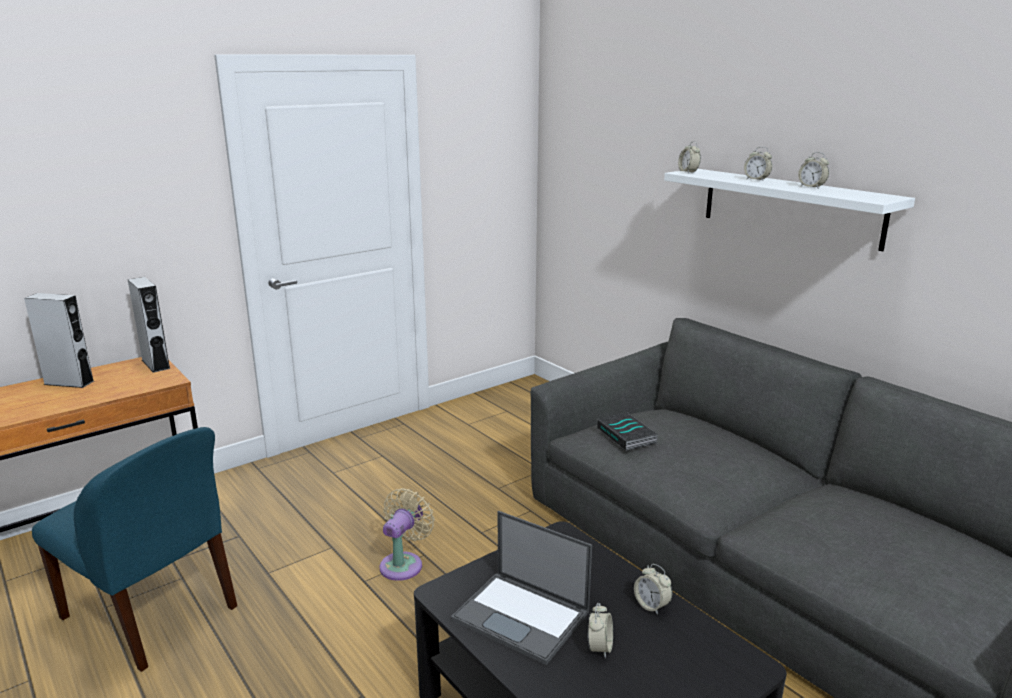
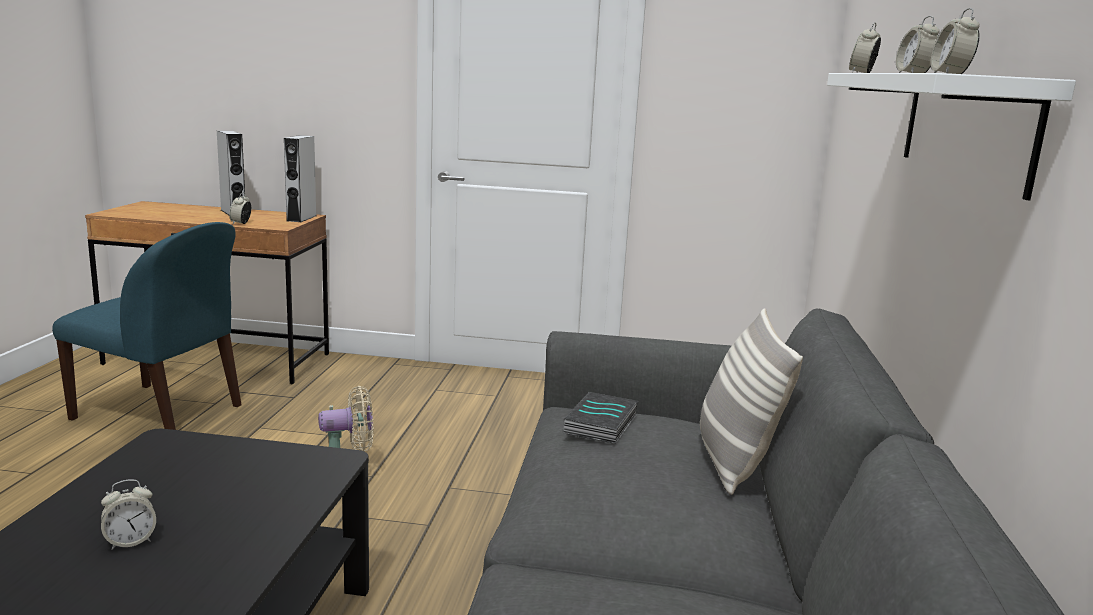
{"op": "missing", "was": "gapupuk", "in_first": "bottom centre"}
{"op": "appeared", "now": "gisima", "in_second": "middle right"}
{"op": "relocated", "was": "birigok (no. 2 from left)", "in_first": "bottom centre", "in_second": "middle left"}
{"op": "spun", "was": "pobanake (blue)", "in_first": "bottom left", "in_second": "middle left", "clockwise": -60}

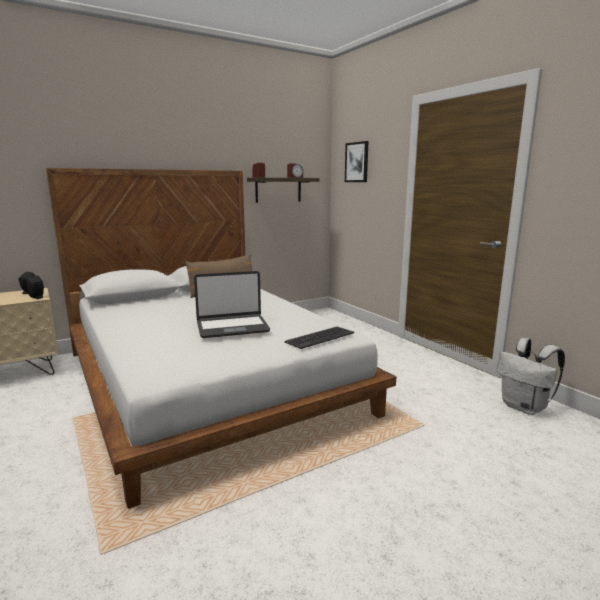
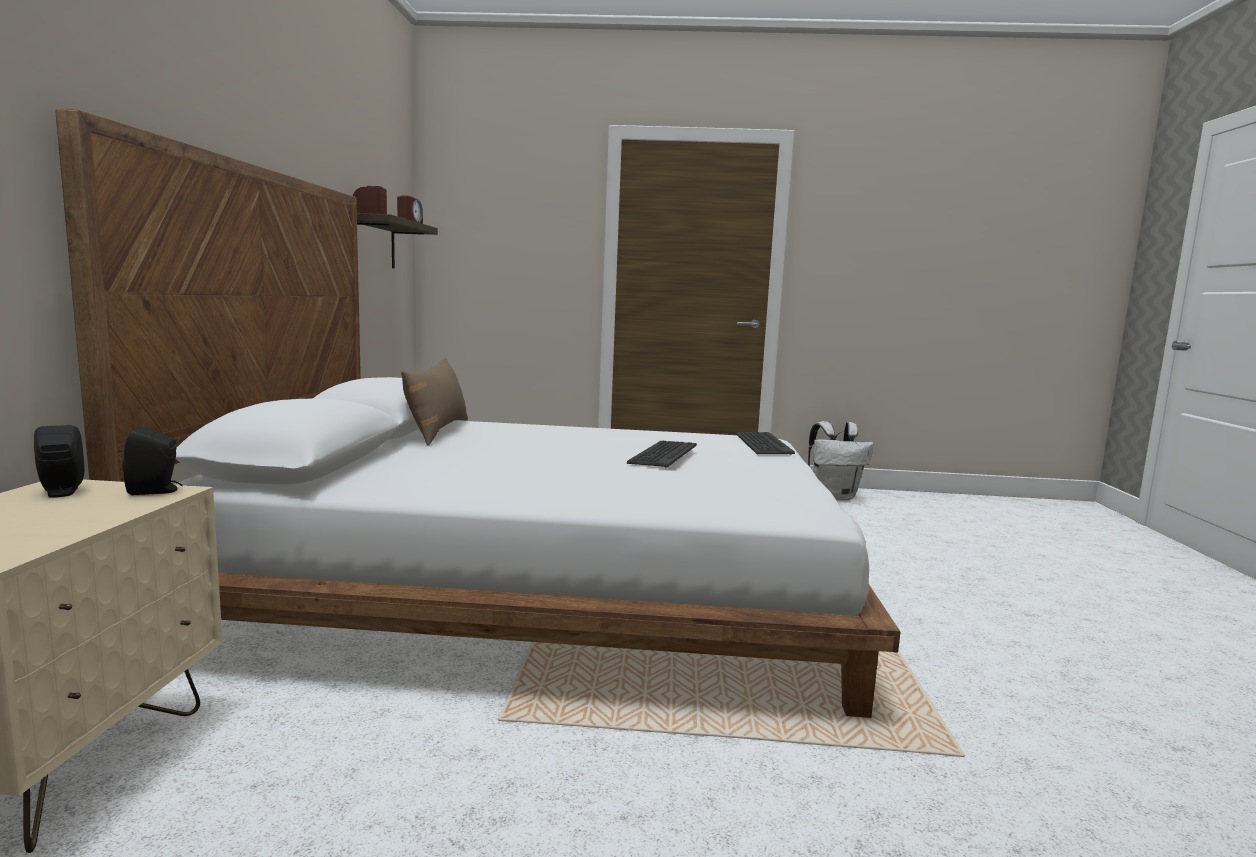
{"op": "missing", "was": "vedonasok", "in_first": "top centre"}
{"op": "exchanged", "was": "gapupuk", "now": "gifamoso (no. 1 from left)", "in_first": "centre", "in_second": "centre"}

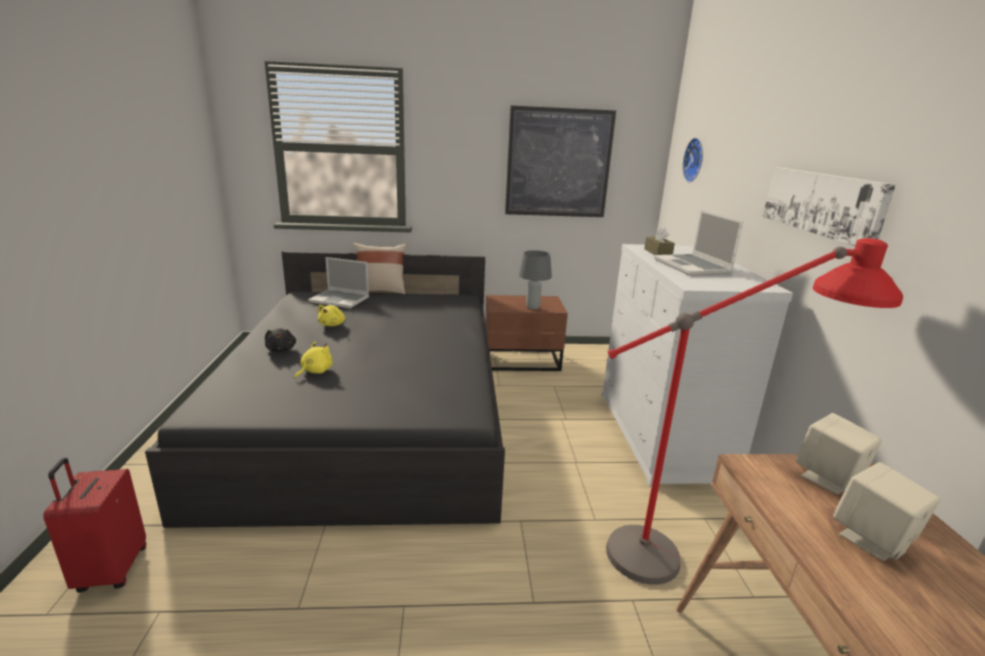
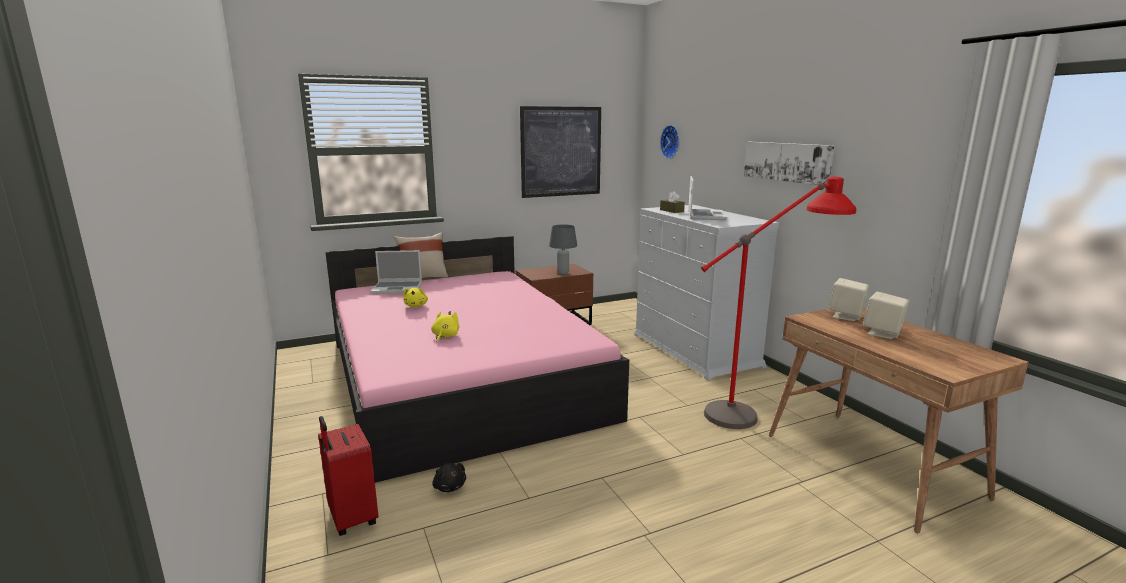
{"op": "relocated", "was": "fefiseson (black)", "in_first": "middle left", "in_second": "bottom centre"}
{"op": "colour", "was": "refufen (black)", "now": "refufen (pink)", "in_first": "middle left", "in_second": "centre"}
{"op": "spun", "was": "gapupuk (no. 2 from left)", "in_first": "middle right", "in_second": "centre", "clockwise": -135}

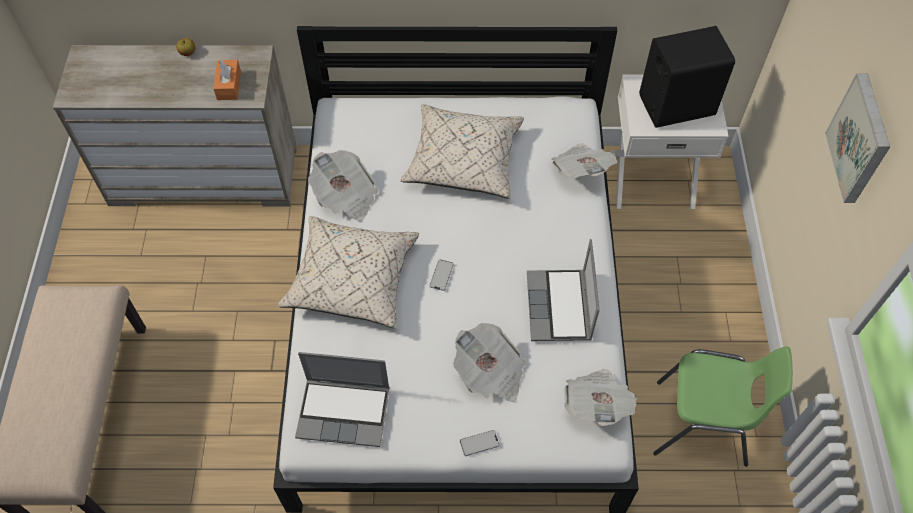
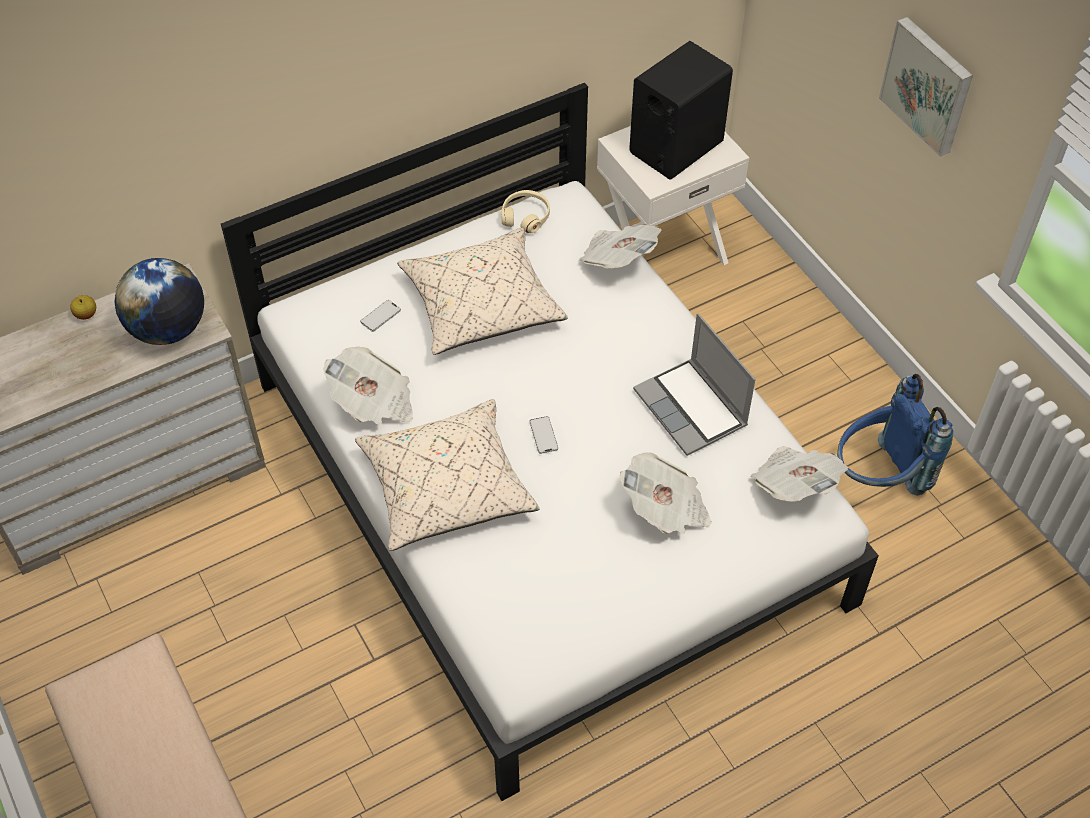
{"op": "missing", "was": "gapupuk (no. 1 from left)", "in_first": "bottom centre"}
{"op": "appeared", "now": "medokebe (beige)", "in_second": "top centre"}
{"op": "relocated", "was": "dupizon (no. 2 from left in the first image)", "now": "dupizon (no. 1 from left)", "in_first": "bottom centre", "in_second": "centre"}
{"op": "exchanged", "was": "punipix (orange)", "now": "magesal", "in_first": "top left", "in_second": "middle left"}
{"op": "exchanged", "was": "pobanake (green)", "now": "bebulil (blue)", "in_first": "bottom right", "in_second": "middle right"}

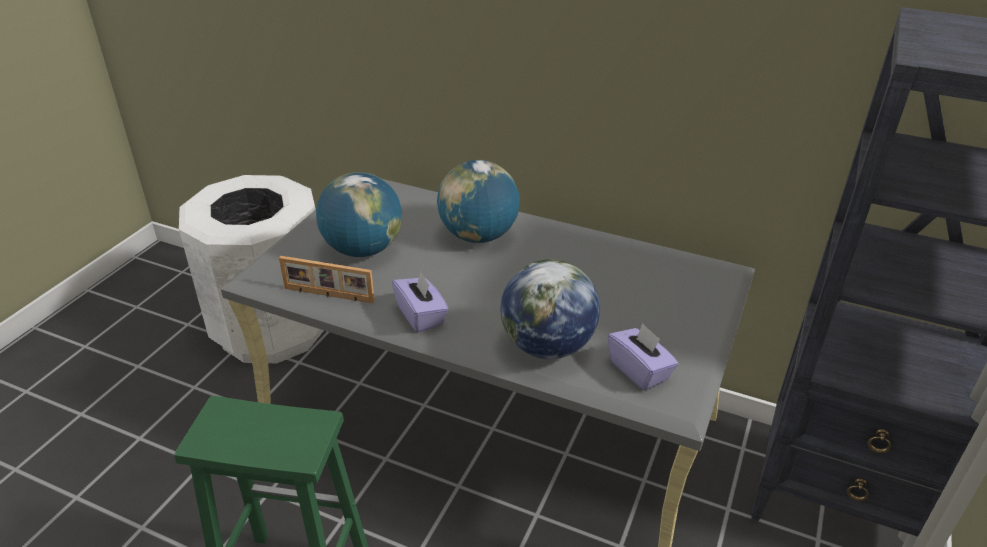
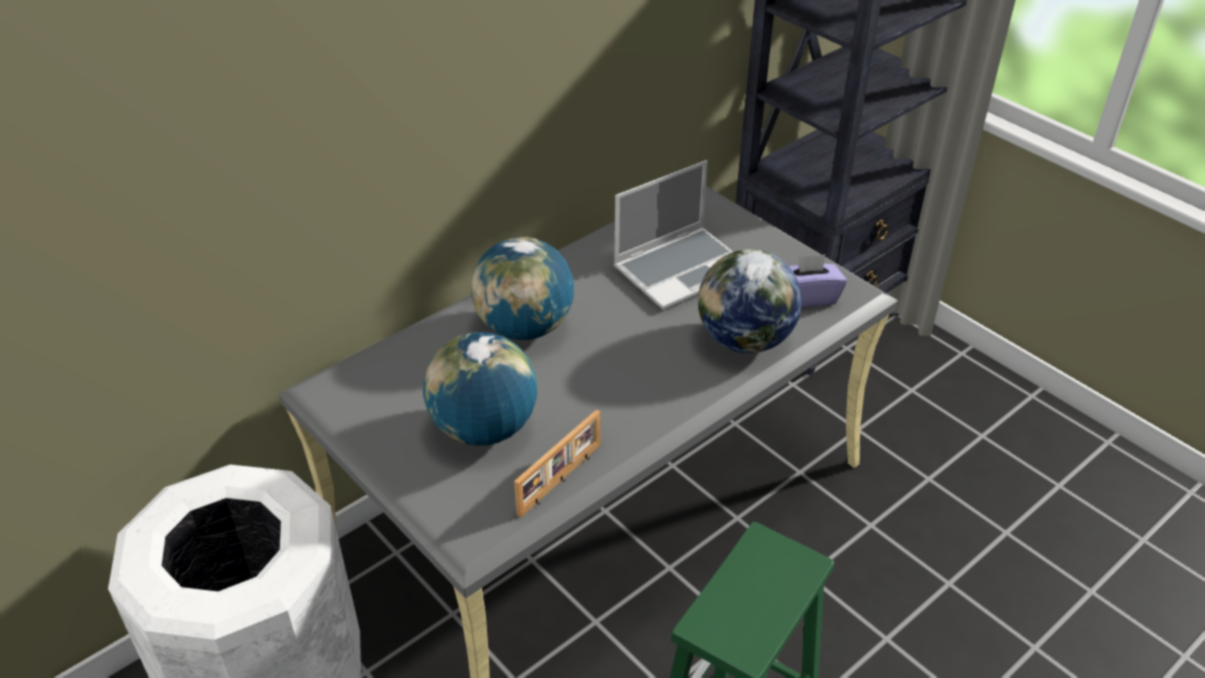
{"op": "missing", "was": "punipix (purple) (no. 1 from left)", "in_first": "centre"}
{"op": "appeared", "now": "gapupuk", "in_second": "centre"}

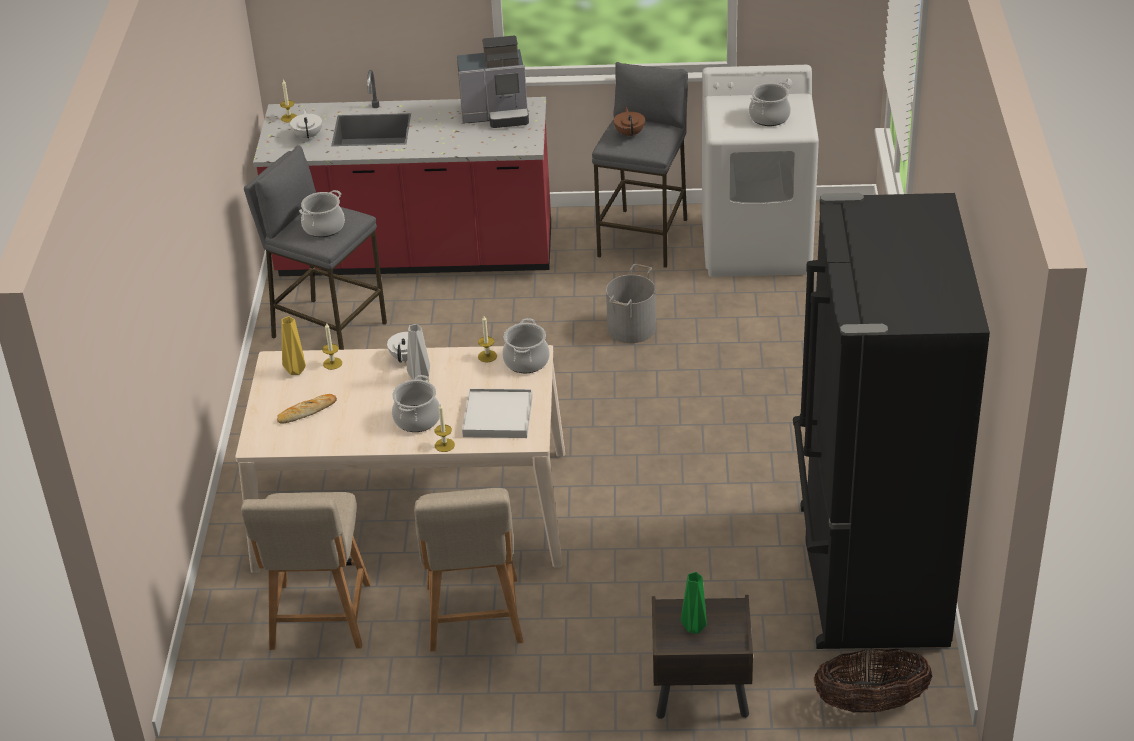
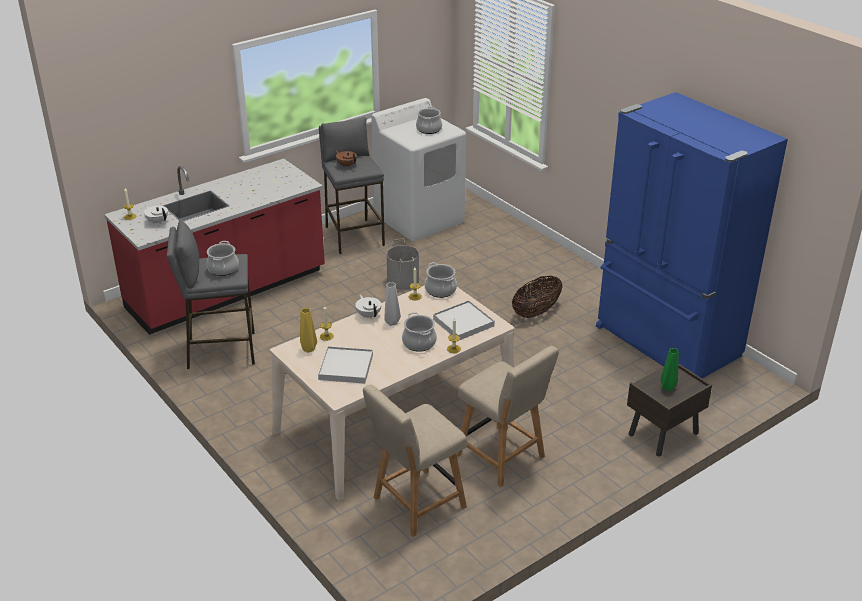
{"op": "missing", "was": "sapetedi", "in_first": "top centre"}
{"op": "relocated", "was": "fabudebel", "in_first": "bottom right", "in_second": "centre"}
{"op": "exchanged", "was": "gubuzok", "now": "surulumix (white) (no. 1 from left)", "in_first": "middle left", "in_second": "centre"}
{"op": "colour", "was": "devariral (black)", "now": "devariral (blue)", "in_first": "middle right", "in_second": "middle right"}
{"op": "spun", "was": "pobanake (beige) (no. 1 from left)", "in_first": "bottom left", "in_second": "bottom centre", "clockwise": 90}

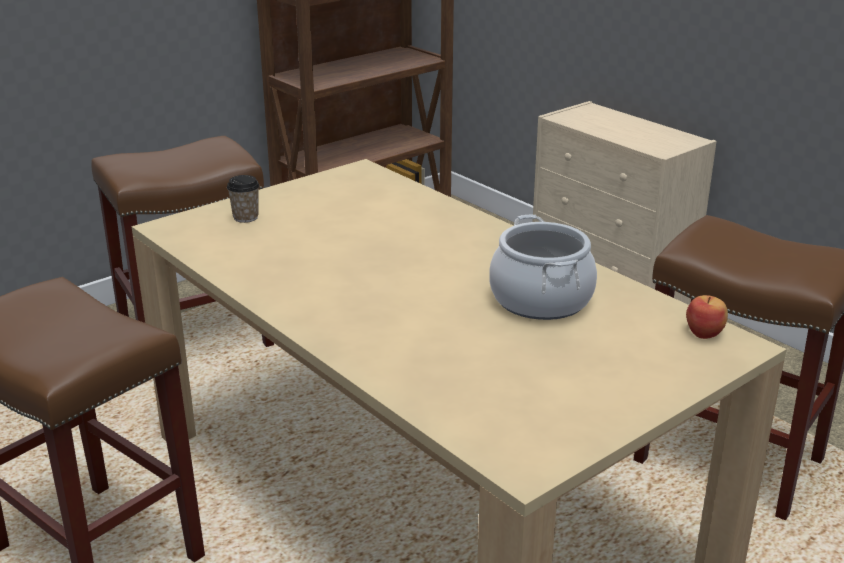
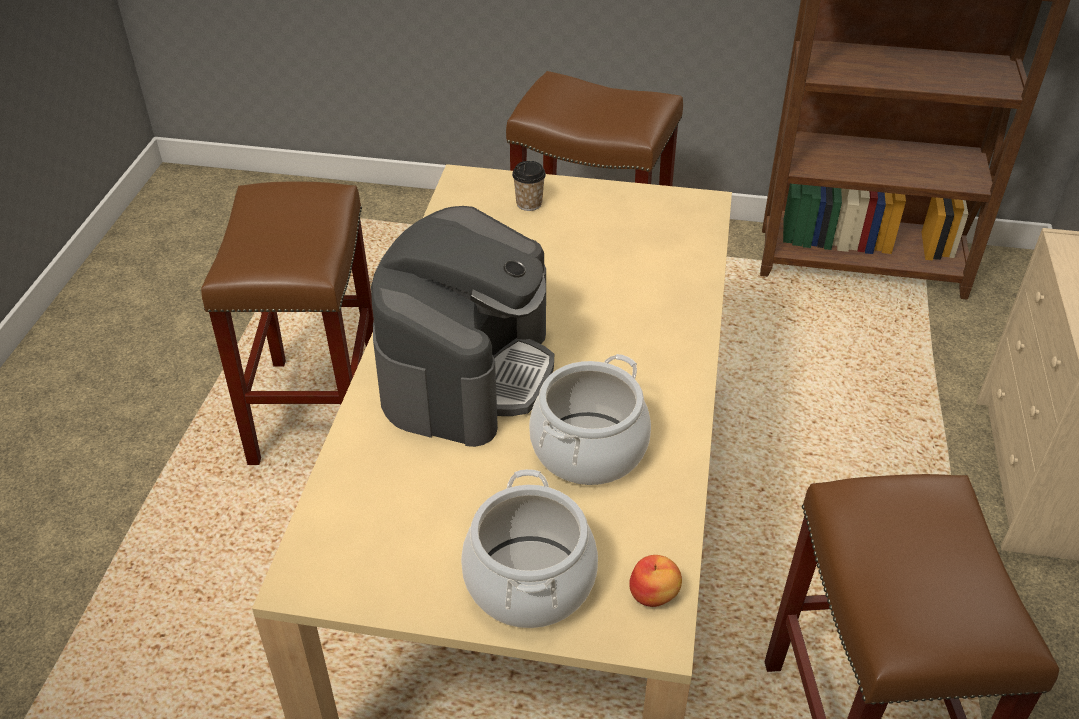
{"op": "appeared", "now": "sapetedi", "in_second": "centre"}
{"op": "appeared", "now": "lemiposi (no. 1 from left)", "in_second": "bottom centre"}

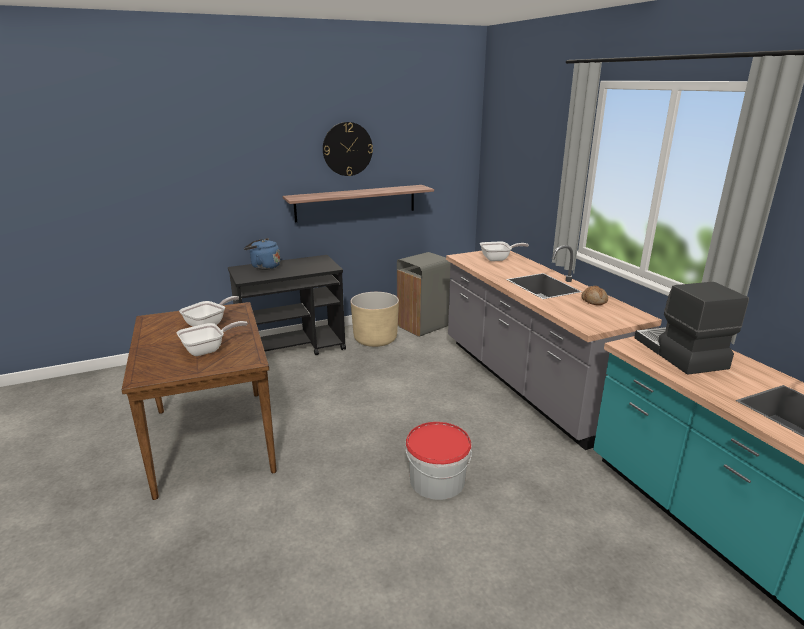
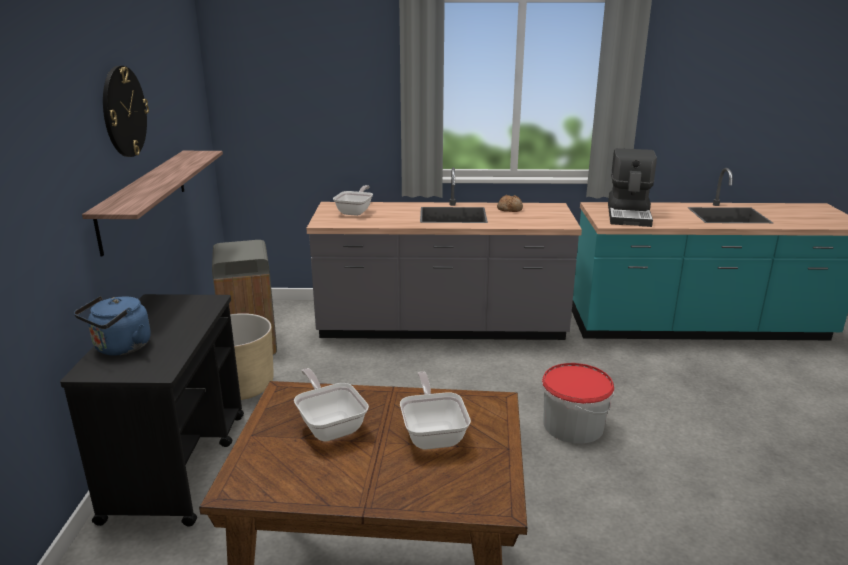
{"op": "spun", "was": "sapetedi", "in_first": "middle right", "in_second": "top right", "clockwise": -90}

